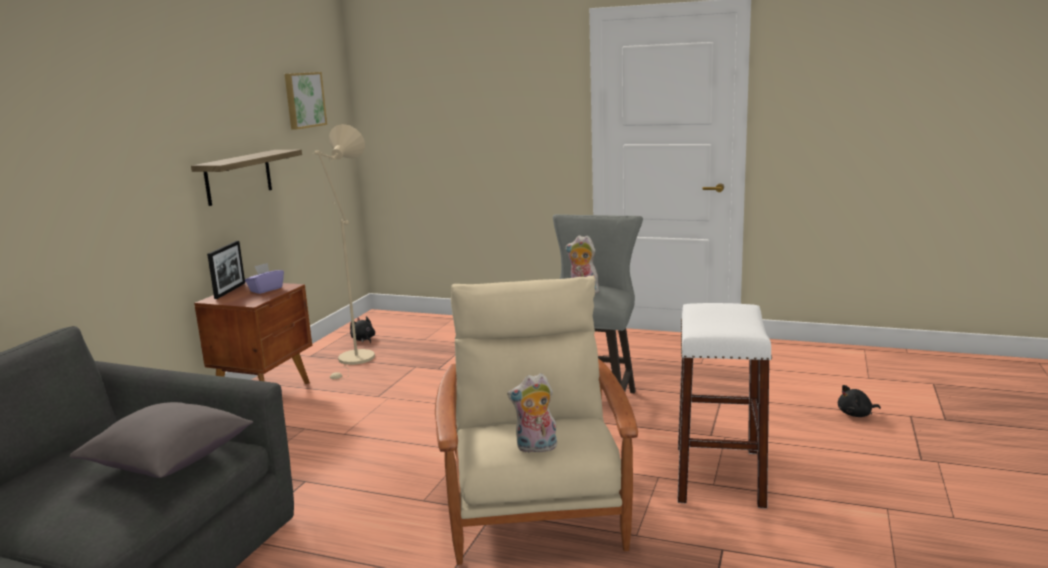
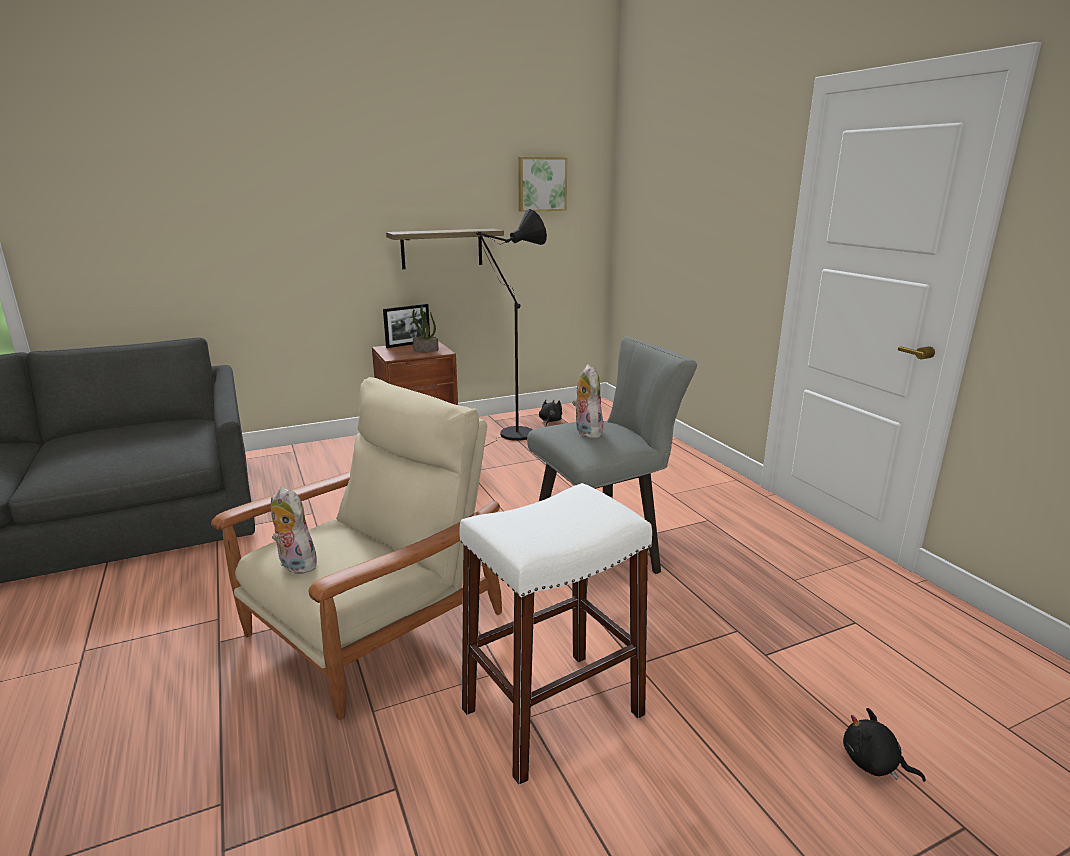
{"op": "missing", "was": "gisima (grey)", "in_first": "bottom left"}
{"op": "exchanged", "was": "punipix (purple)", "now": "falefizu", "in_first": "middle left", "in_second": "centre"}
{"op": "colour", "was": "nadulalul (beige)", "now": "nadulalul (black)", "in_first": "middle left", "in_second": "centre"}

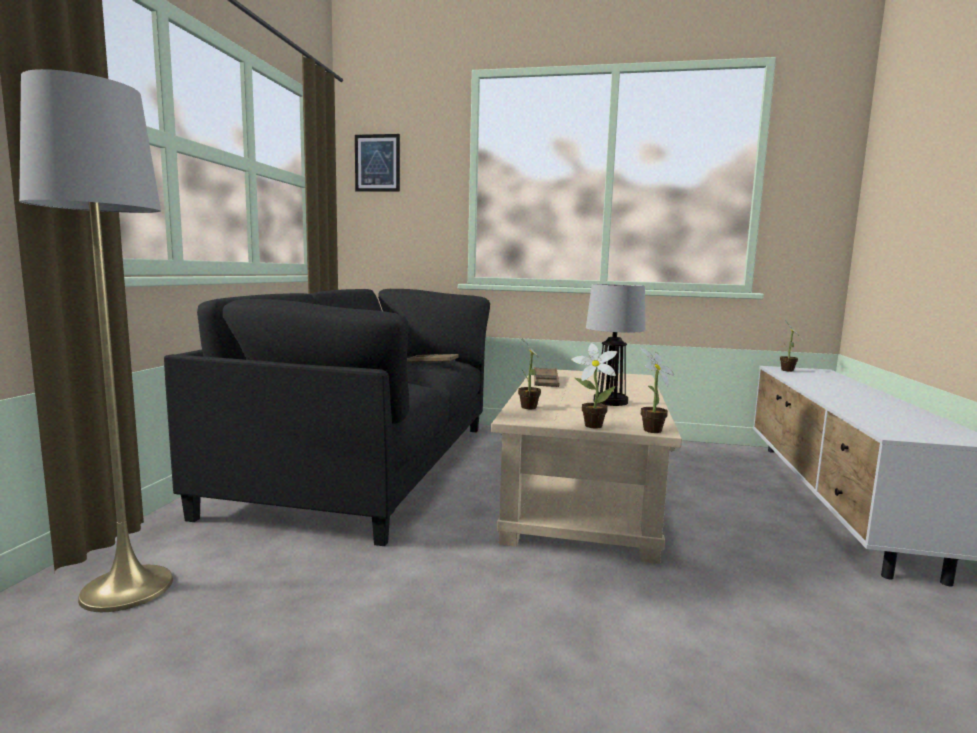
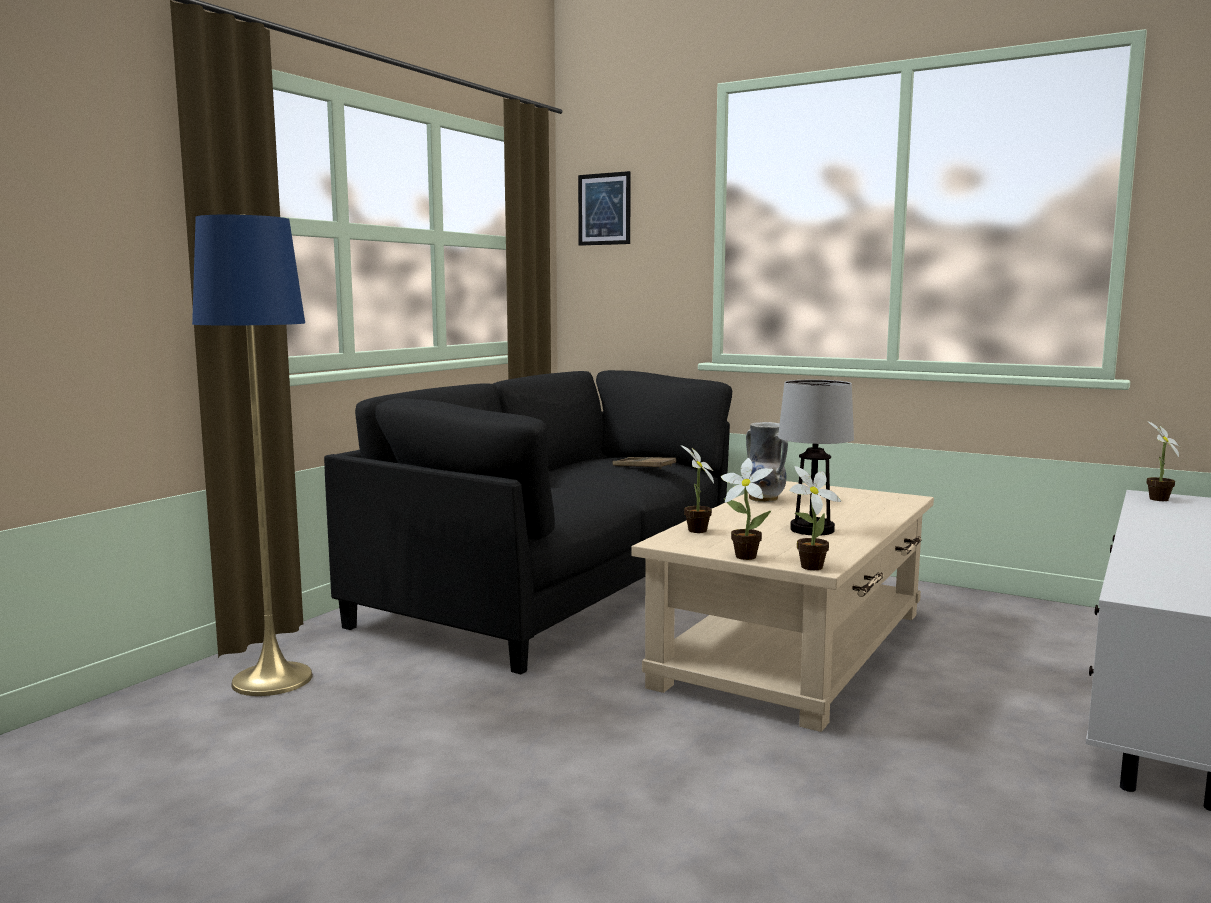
{"op": "exchanged", "was": "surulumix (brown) (no. 2 from left)", "now": "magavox", "in_first": "centre", "in_second": "centre"}
{"op": "colour", "was": "nadulalul (grey)", "now": "nadulalul (blue)", "in_first": "middle left", "in_second": "middle left"}

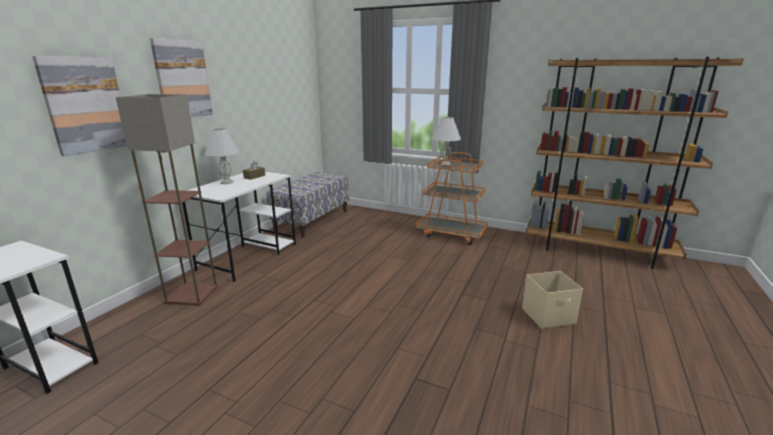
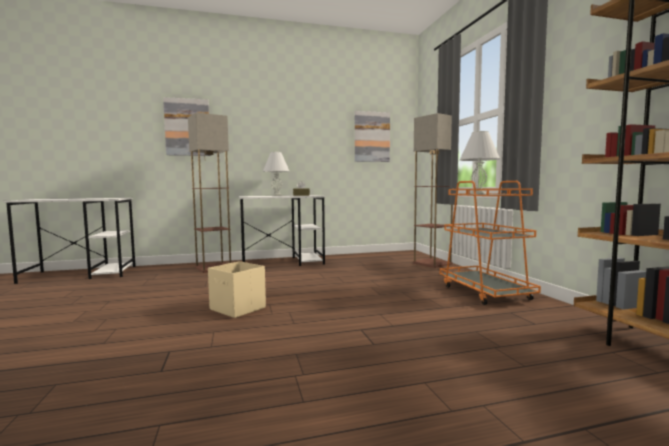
{"op": "missing", "was": "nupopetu", "in_first": "centre"}
{"op": "appeared", "now": "nadulalul (no. 2 from left)", "in_second": "centre"}
{"op": "relocated", "was": "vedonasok (no. 2 from left)", "in_first": "top left", "in_second": "top centre"}
{"op": "relocated", "was": "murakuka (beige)", "in_first": "bottom right", "in_second": "centre"}

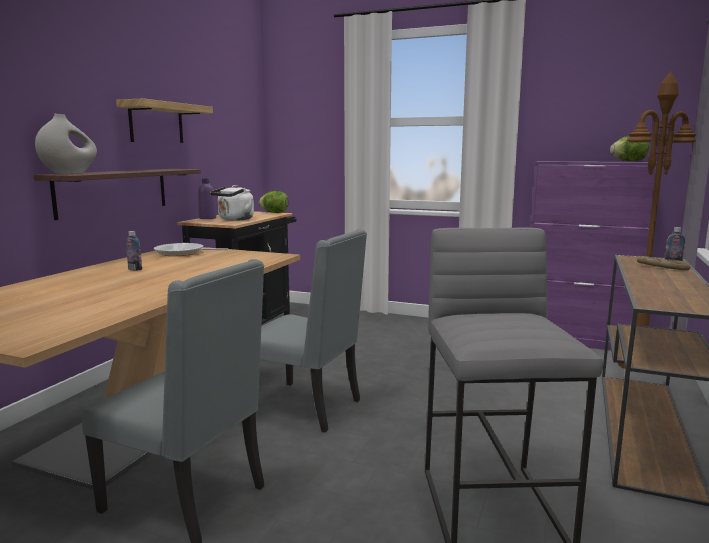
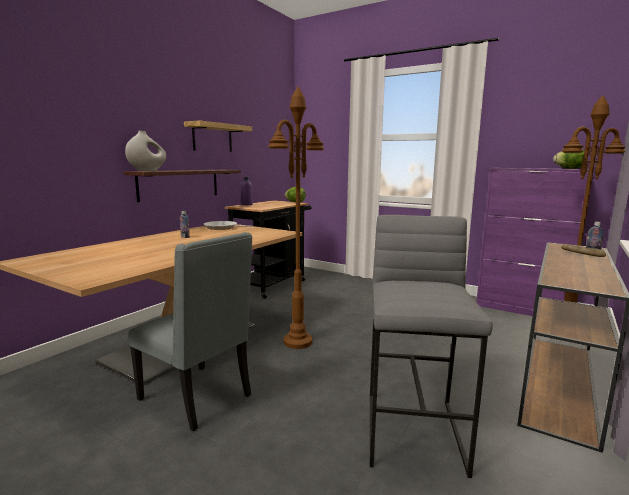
{"op": "missing", "was": "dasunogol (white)", "in_first": "middle left"}
{"op": "exchanged", "was": "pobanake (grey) (no. 2 from left)", "now": "nadulalul (brown) (no. 1 from left)", "in_first": "centre", "in_second": "centre"}

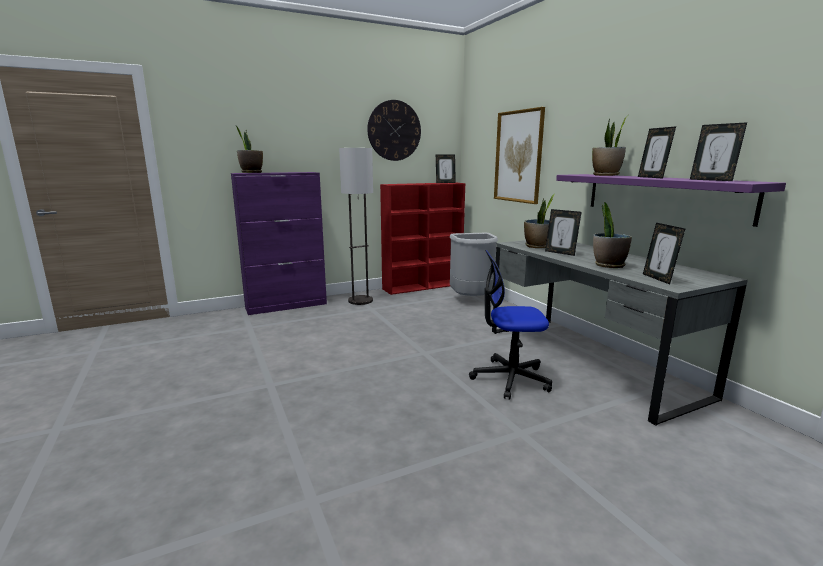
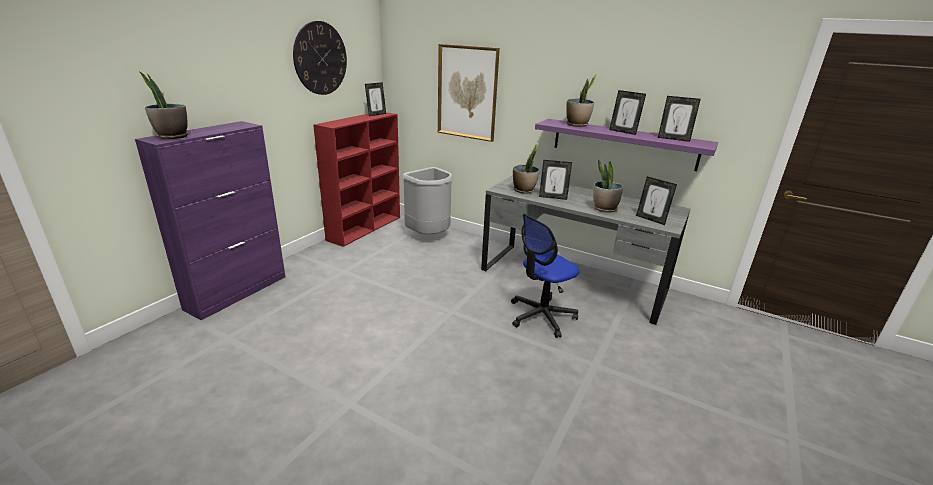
{"op": "missing", "was": "nadulalul", "in_first": "centre"}

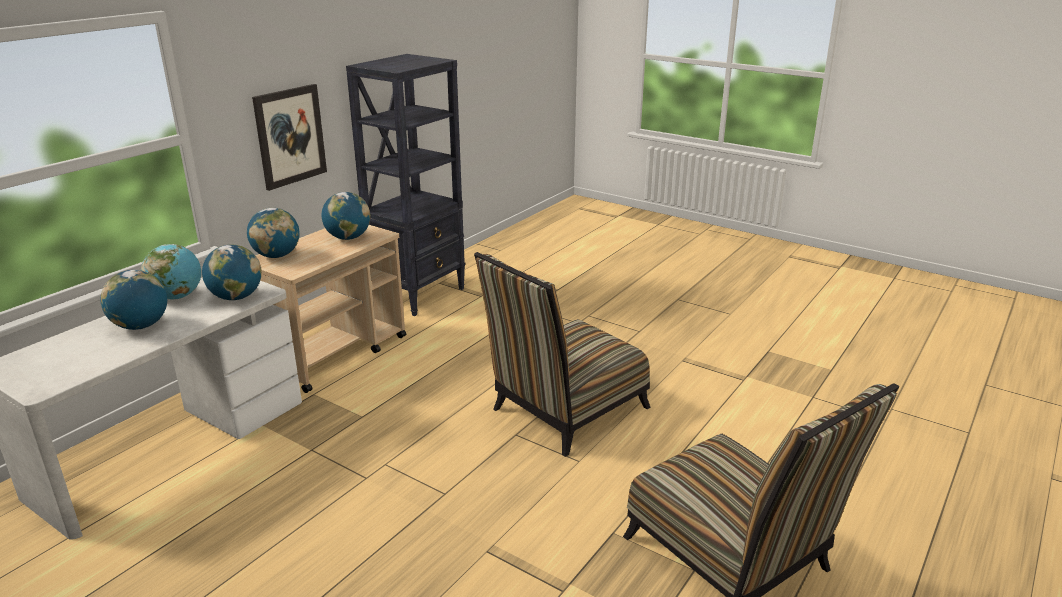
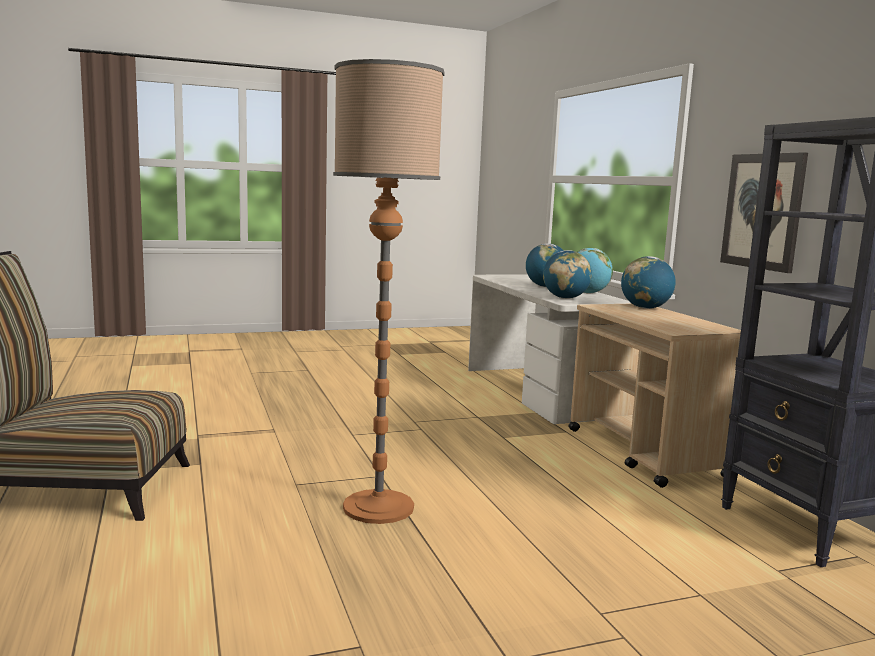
{"op": "missing", "was": "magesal (no. 5 from left)", "in_first": "middle left"}
{"op": "exchanged", "was": "pobanake (no. 1 from left)", "now": "nadulalul", "in_first": "centre", "in_second": "centre"}

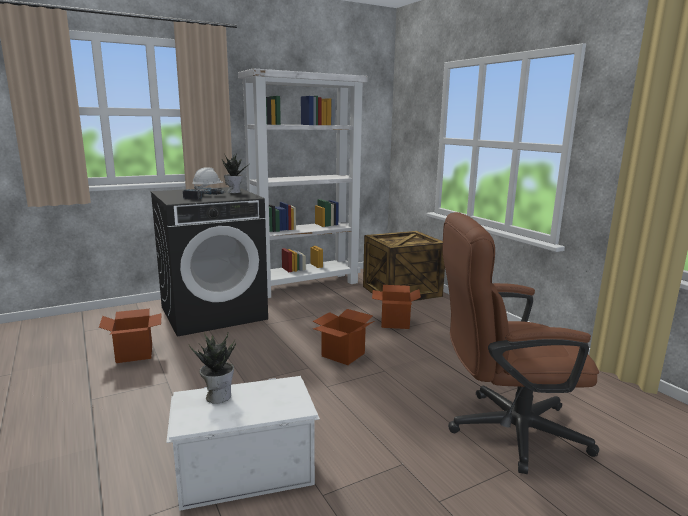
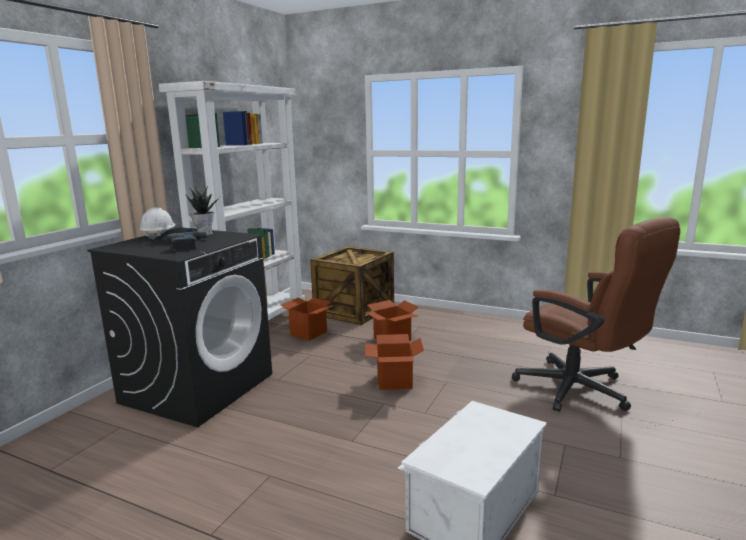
{"op": "missing", "was": "falefizu (no. 1 from left)", "in_first": "bottom left"}
{"op": "relocated", "was": "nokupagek (no. 1 from left)", "in_first": "middle left", "in_second": "centre"}
{"op": "spun", "was": "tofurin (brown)", "in_first": "middle right", "in_second": "middle right", "clockwise": -90}

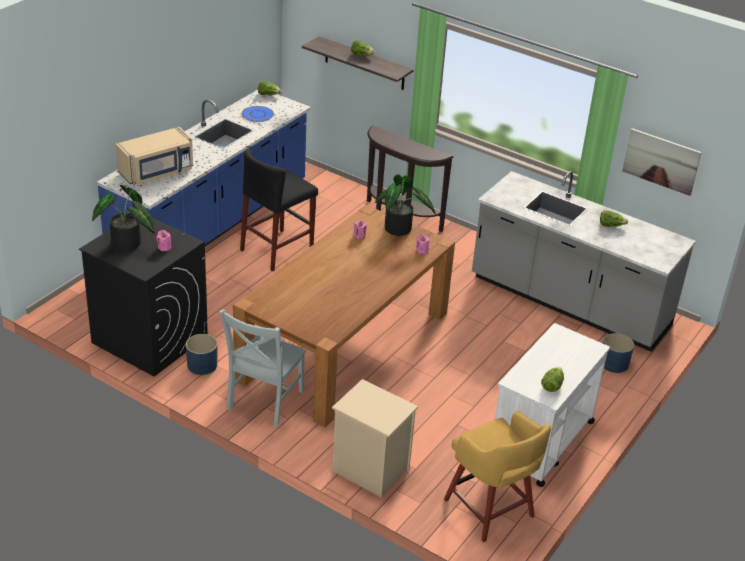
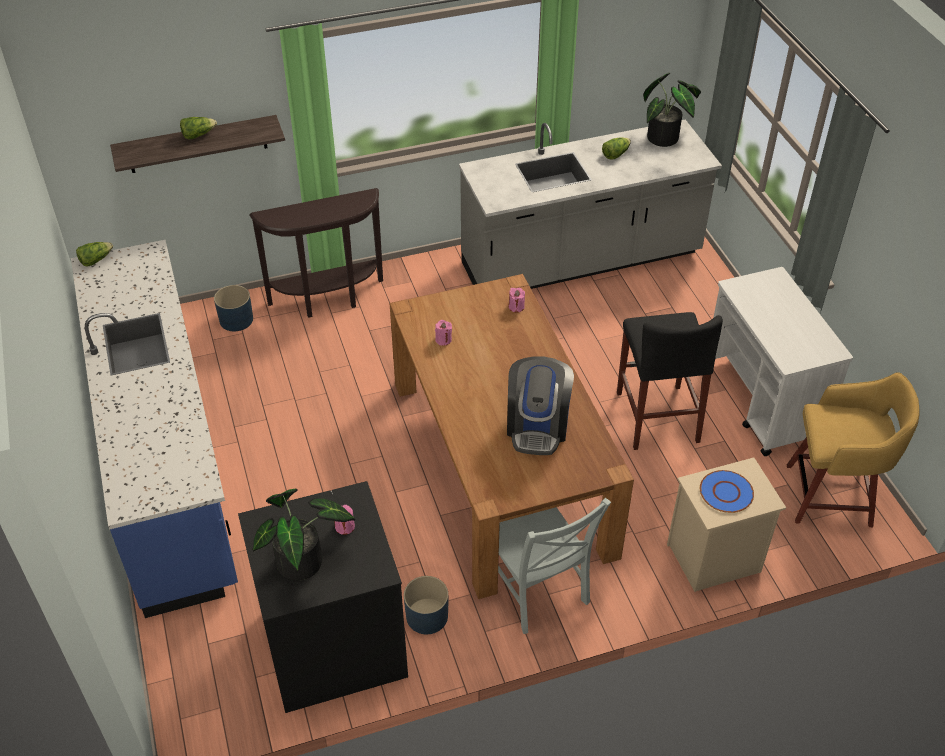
{"op": "missing", "was": "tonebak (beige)", "in_first": "top left"}
{"op": "missing", "was": "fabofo (no. 3 from left)", "in_first": "bottom right"}
{"op": "missing", "was": "vedonasok", "in_first": "top right"}
{"op": "appeared", "now": "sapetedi", "in_second": "centre"}
{"op": "relocated", "was": "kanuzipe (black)", "in_first": "centre", "in_second": "middle right"}
{"op": "relocated", "was": "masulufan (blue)", "in_first": "top centre", "in_second": "middle right"}
{"op": "relocated", "was": "falefizu (no. 2 from left)", "in_first": "centre", "in_second": "top right"}
{"op": "relocated", "was": "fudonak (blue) (no. 2 from left in the first image)", "now": "fudonak (blue) (no. 1 from left)", "in_first": "middle right", "in_second": "middle left"}

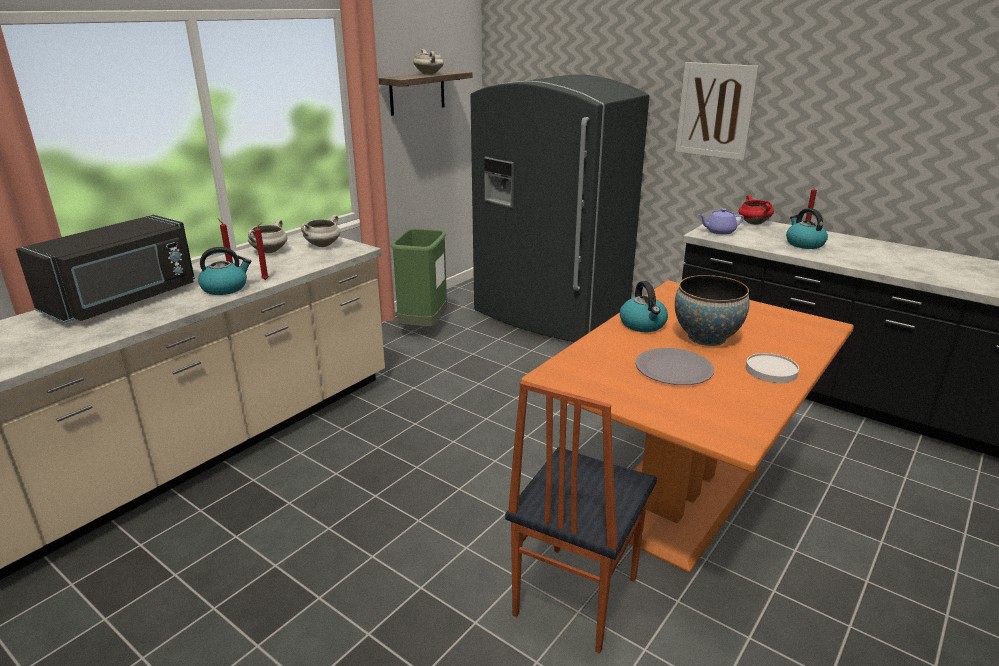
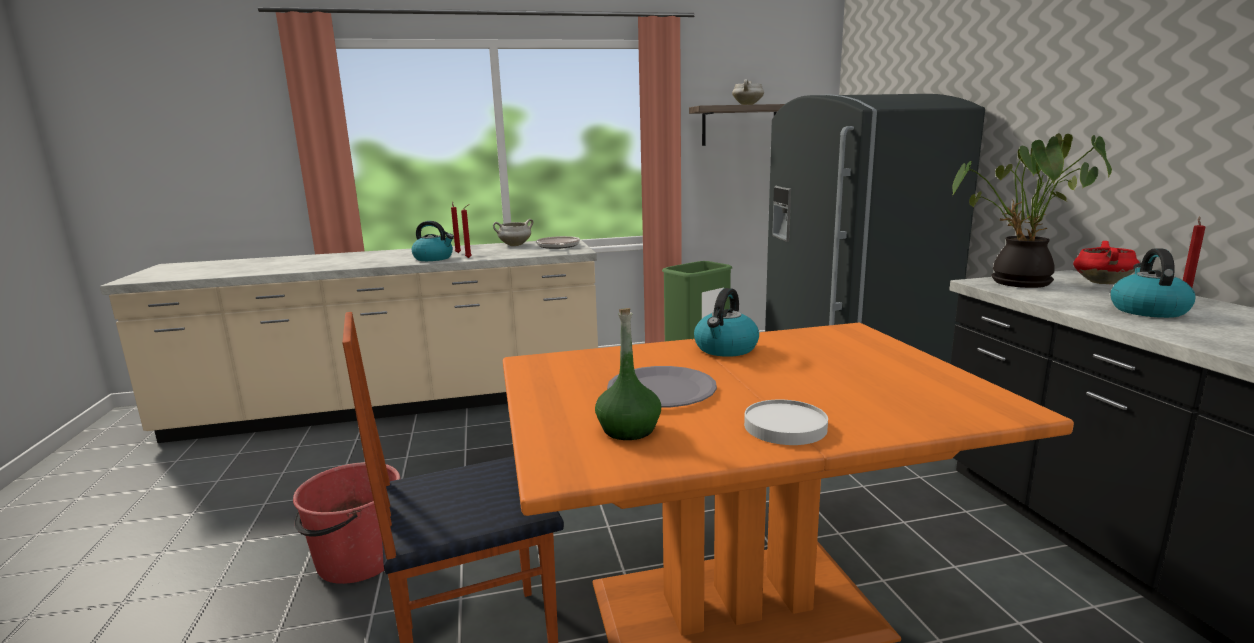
{"op": "missing", "was": "tonebak (black)", "in_first": "middle left"}
{"op": "missing", "was": "vedonasok", "in_first": "top right"}
{"op": "missing", "was": "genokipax", "in_first": "middle right"}
{"op": "appeared", "now": "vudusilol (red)", "in_second": "bottom left"}
{"op": "appeared", "now": "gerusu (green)", "in_second": "centre"}
{"op": "exchanged", "was": "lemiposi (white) (no. 2 from left)", "now": "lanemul", "in_first": "middle left", "in_second": "centre"}
{"op": "exchanged", "was": "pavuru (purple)", "now": "falefizu", "in_first": "top right", "in_second": "top right"}

